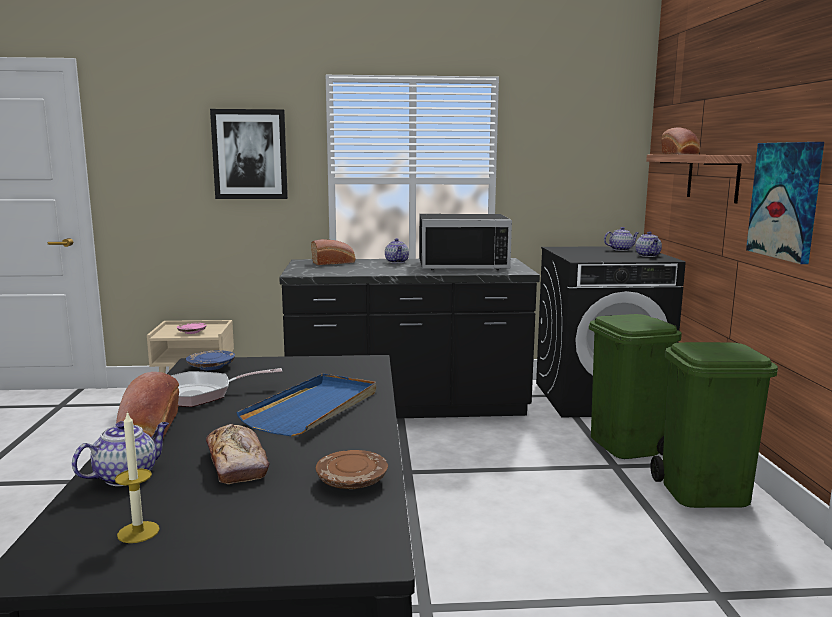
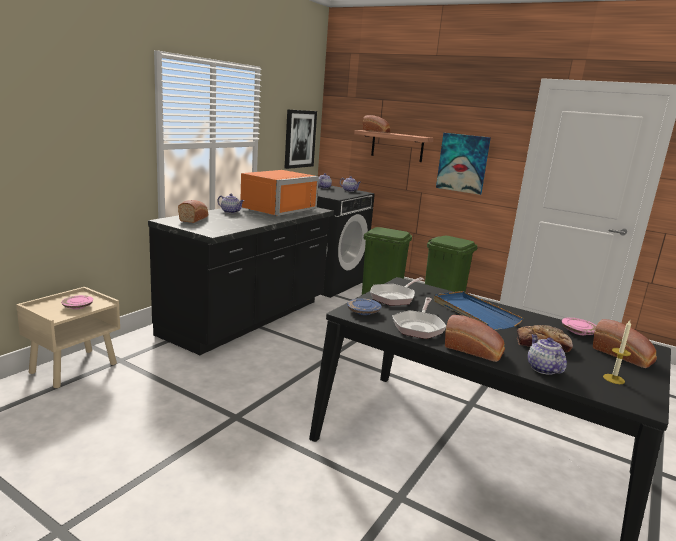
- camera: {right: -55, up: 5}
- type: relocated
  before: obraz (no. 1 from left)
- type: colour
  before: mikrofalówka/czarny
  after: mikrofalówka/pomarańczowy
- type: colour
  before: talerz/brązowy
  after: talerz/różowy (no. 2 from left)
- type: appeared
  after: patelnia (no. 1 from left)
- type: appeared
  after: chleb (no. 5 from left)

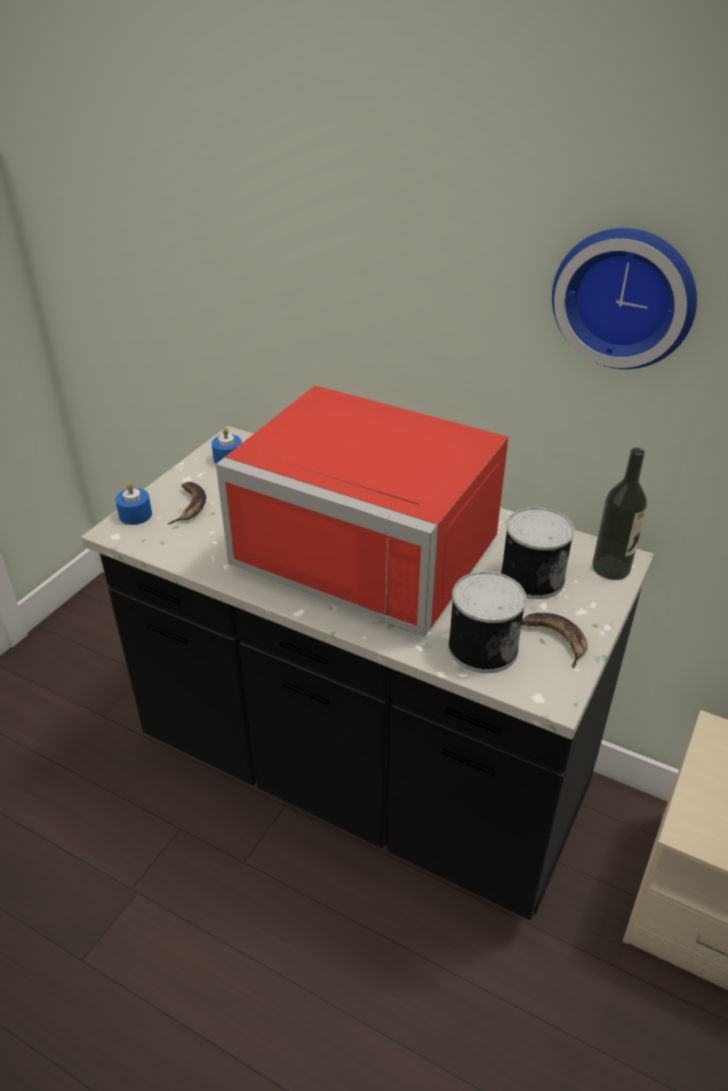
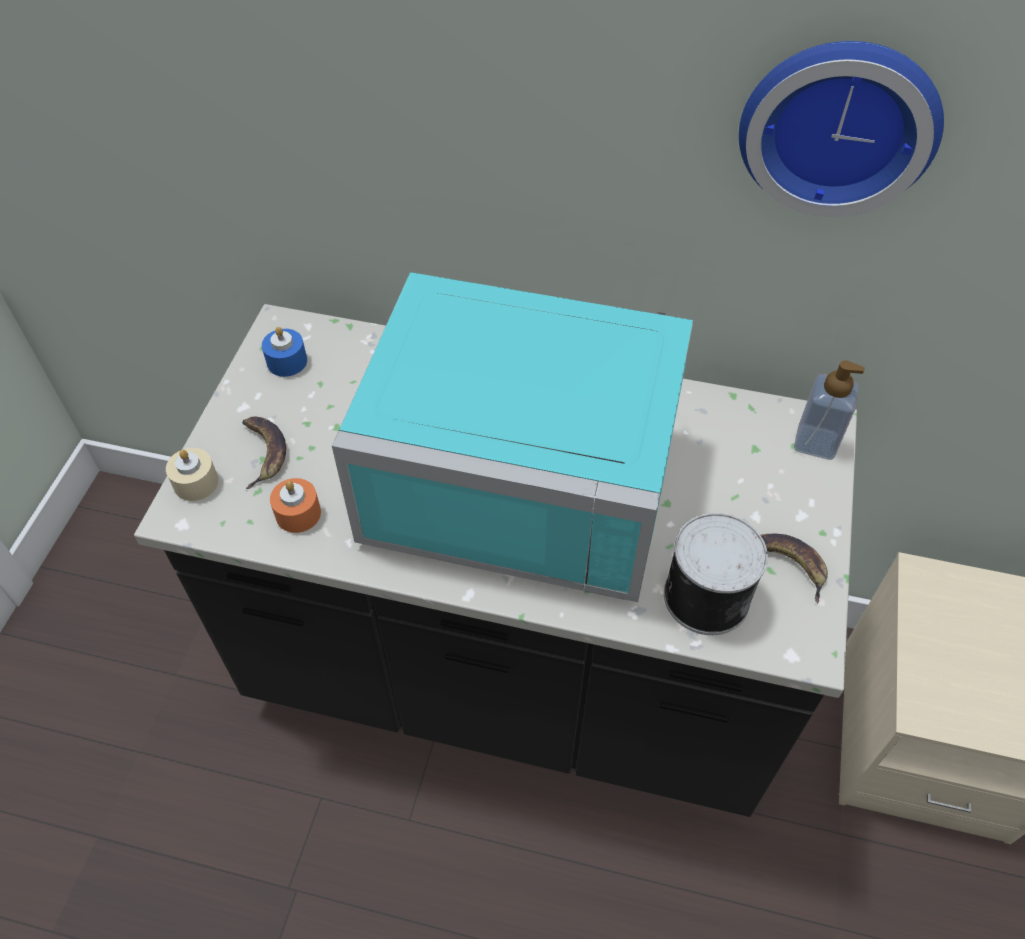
- camera: {right: -15, up: 15}
- type: colour
  before: mikrofalówka/czerwony
  after: mikrofalówka/turkusowy
- type: exchanged
  before: butelka
  after: dozownik mydła
- type: colour
  before: świeca/niebieski (no. 1 from left)
  after: świeca/beżowy
- type: missing
  before: puszka (no. 2 from left)
- type: appeared
  after: świeca/pomarańczowy

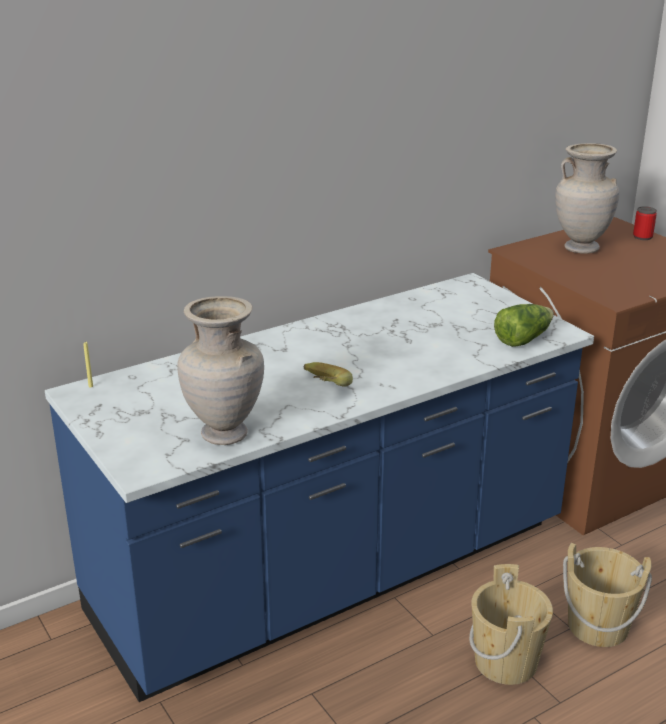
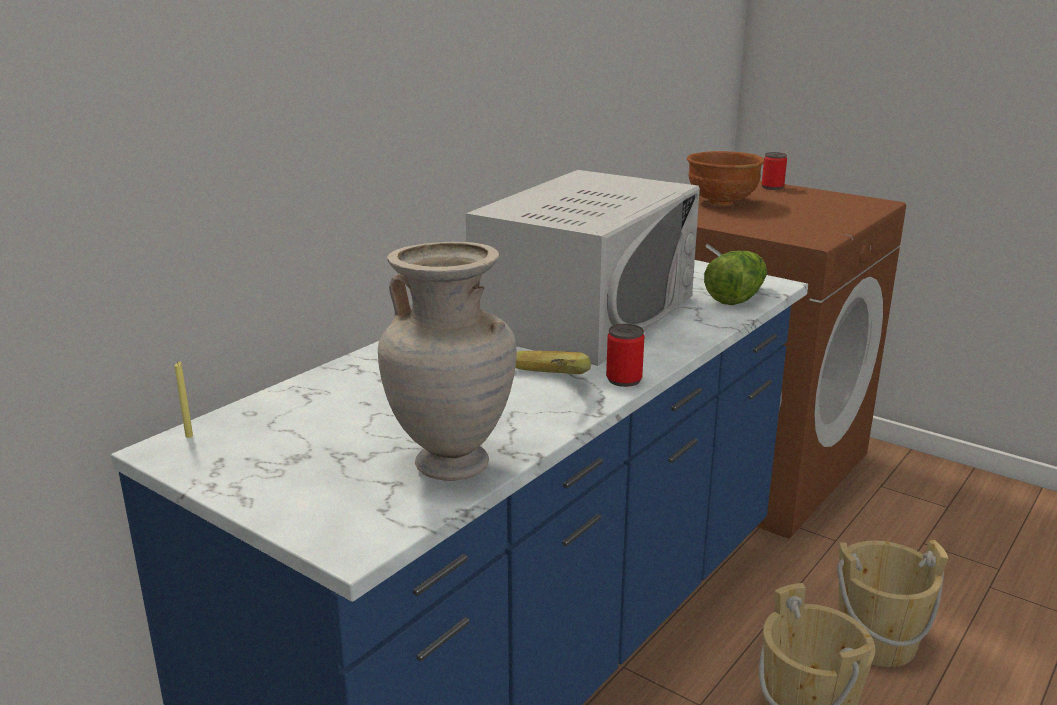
- camera: {right: -20, up: -5}
- type: exchanged
  before: wazon/beżowy (no. 2 from left)
  after: miska/brązowy
- type: appeared
  after: mikrofalówka/biały
- type: appeared
  after: puszka (no. 1 from left)

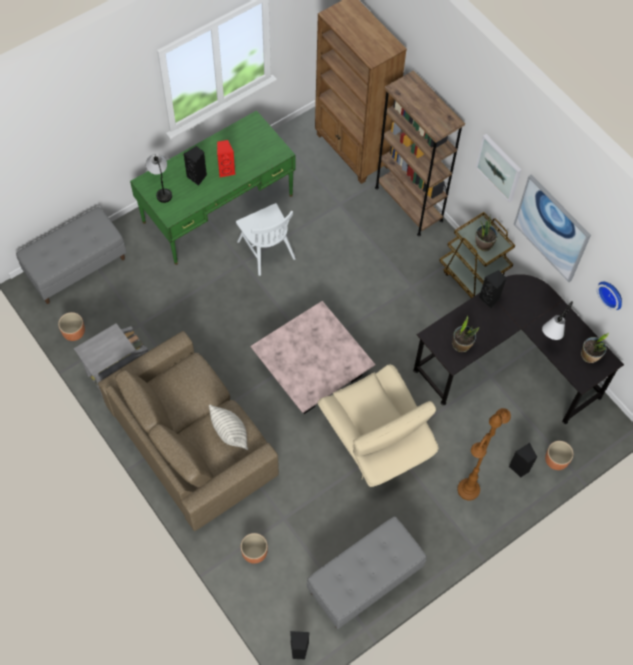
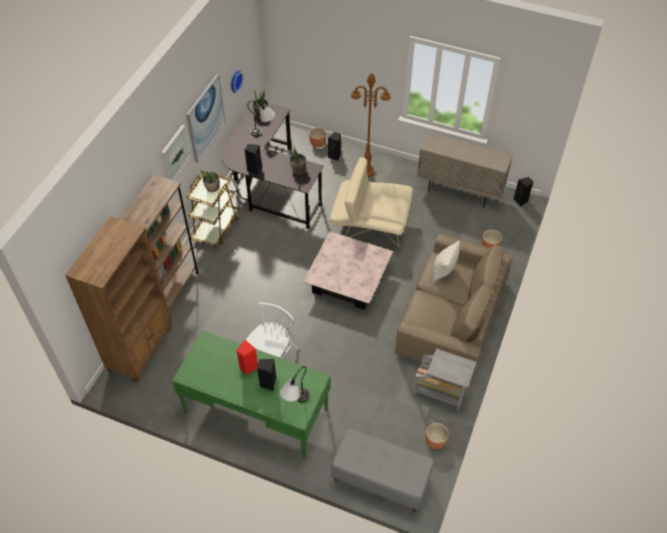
- camera: {right: -120, up: -10}
- type: spun
  before: fotel/beżowy
  turn: -105
- type: exchanged
  before: ławka/szary (no. 2 from left)
  after: szafka/beżowy

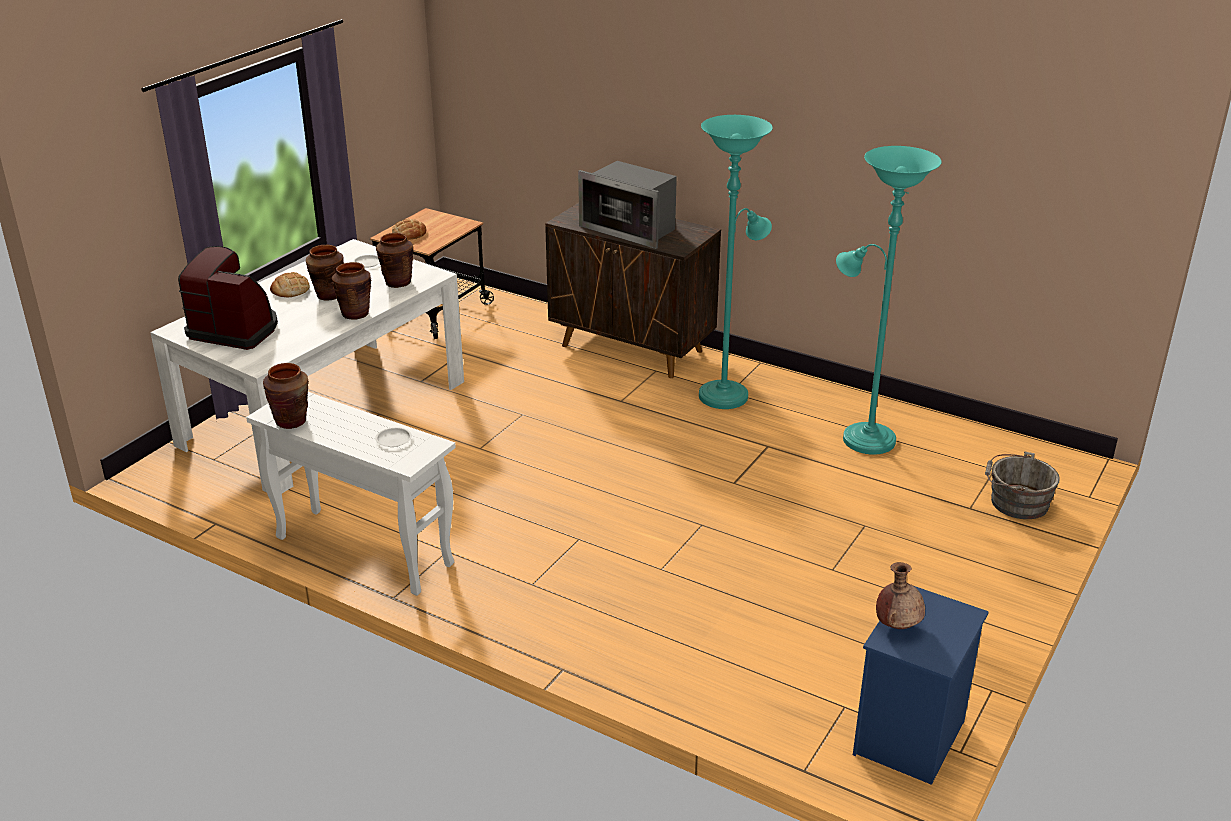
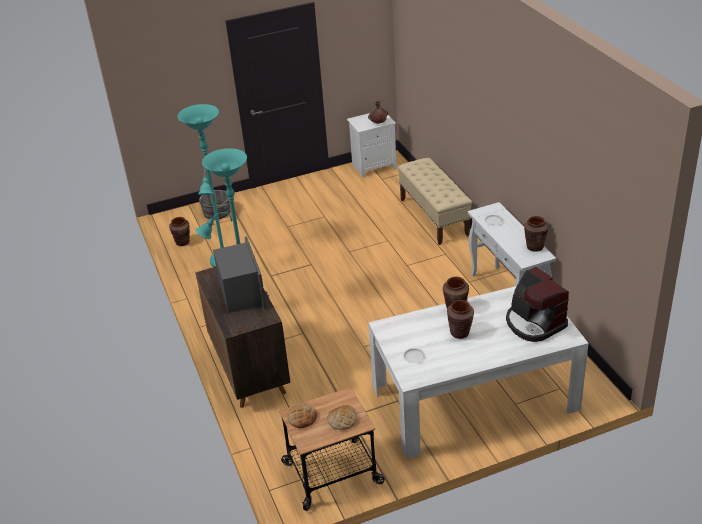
- camera: {right: -140, up: 5}
- type: relocated
  before: wazon/brązowy (no. 4 from left in the first image)
  after: wazon/brązowy (no. 1 from left)
- type: relocated
  before: chleb (no. 1 from left)
- type: colour
  before: szafka nocna/niebieski
  after: szafka nocna/biały
- type: appeared
  after: ławka/beżowy

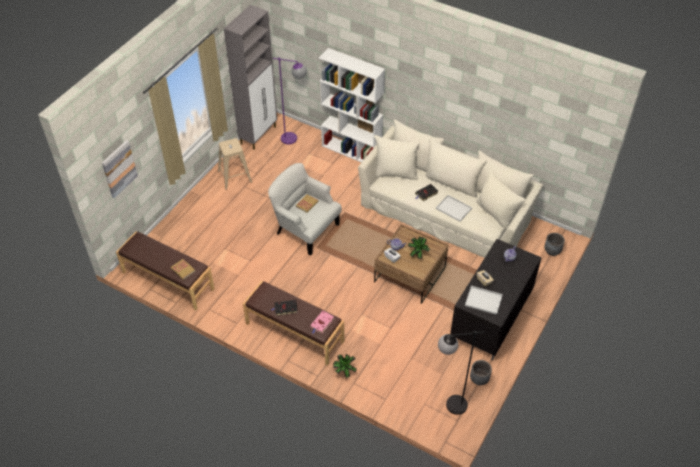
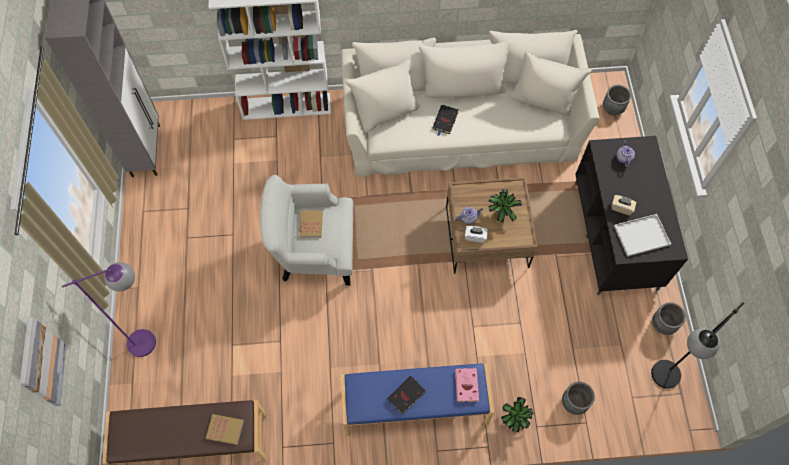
- camera: {right: -35, up: 15}
- type: relocated
  before: lampa stojąca/fioletowy
- type: missing
  before: stołek/beżowy
- type: missing
  before: taca/biały (no. 1 from left)
- type: colour
  before: ławka/brązowy (no. 2 from left)
  after: ławka/niebieski
- type: appeared
  after: donica/szary (no. 1 from left)

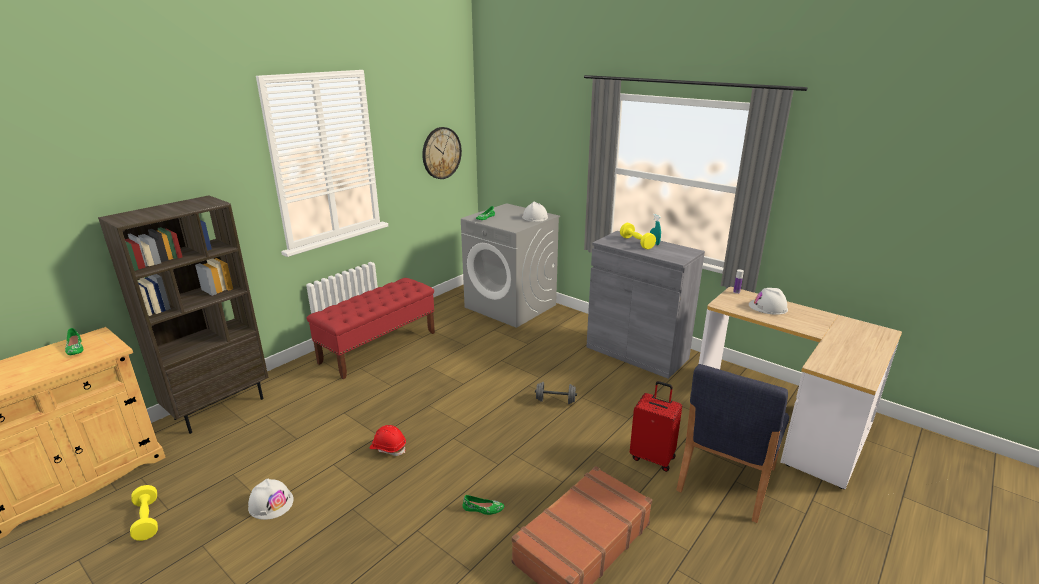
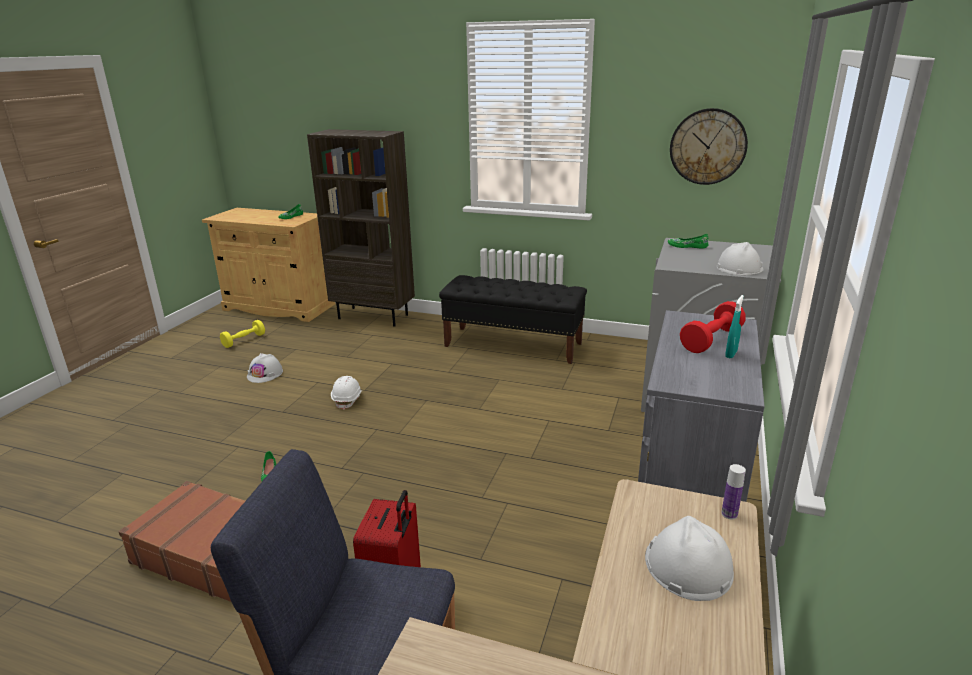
- camera: {right: 70, up: 0}
- type: colour
  before: hantel/żółty (no. 2 from left)
  after: hantel/czerwony
- type: colour
  before: ławka/czerwony
  after: ławka/czarny
- type: missing
  before: hantel/szary
- type: colour
  before: kask/czerwony
  after: kask/biały (no. 2 from left)

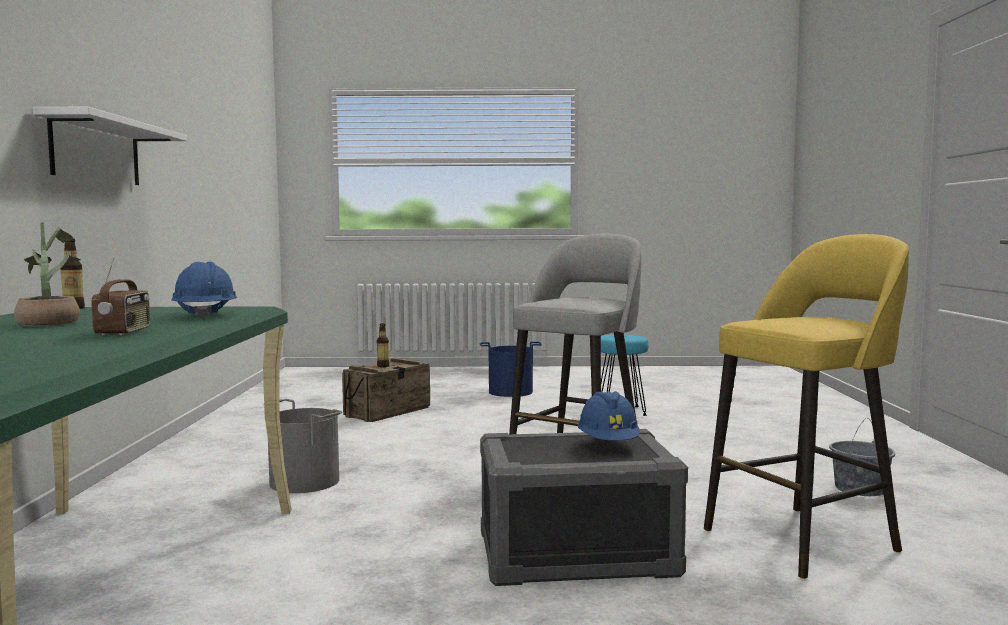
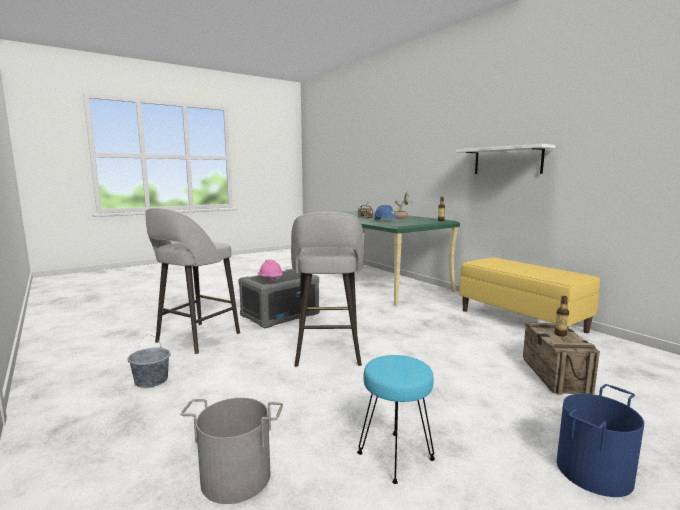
- camera: {right: 145, up: 5}
- type: colour
  before: stołek/żółty
  after: stołek/szary (no. 1 from left)
- type: colour
  before: kask/niebieski (no. 2 from left)
  after: kask/różowy
- type: relocated
  before: wiadro/szary (no. 1 from left in the first image)
  after: wiadro/szary (no. 2 from left)
- type: appeared
  after: ławka/żółty

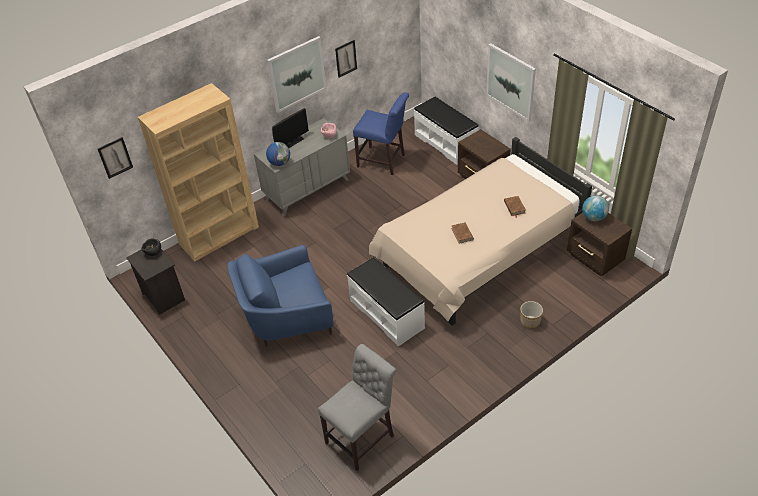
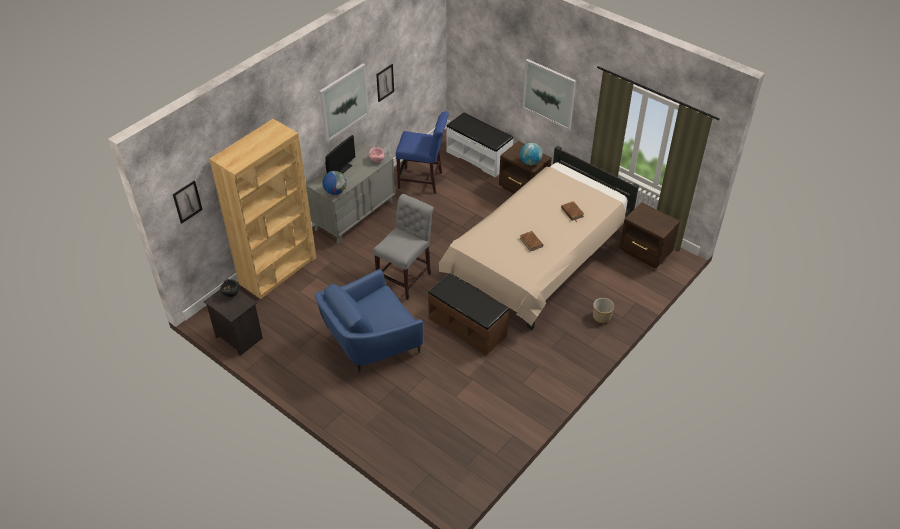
- camera: {right: -15, up: 0}
- type: relocated
  before: globus (no. 2 from left)
- type: colour
  before: ławka/biały (no. 1 from left)
  after: ławka/brązowy
- type: relocated
  before: krzesło/szary

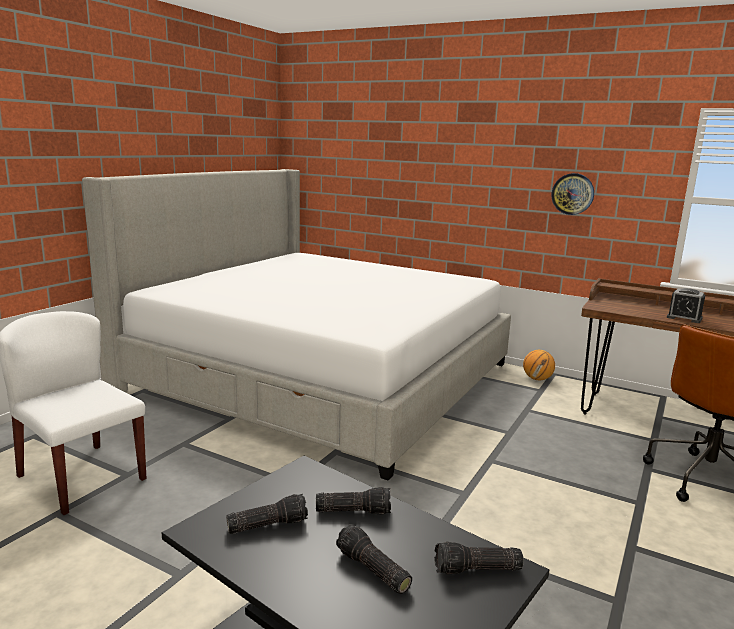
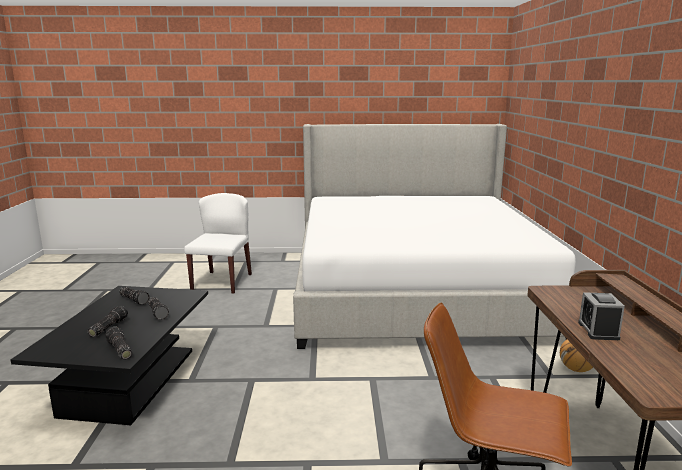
- camera: {right: 60, up: 0}
- type: missing
  before: zegar ścienny

